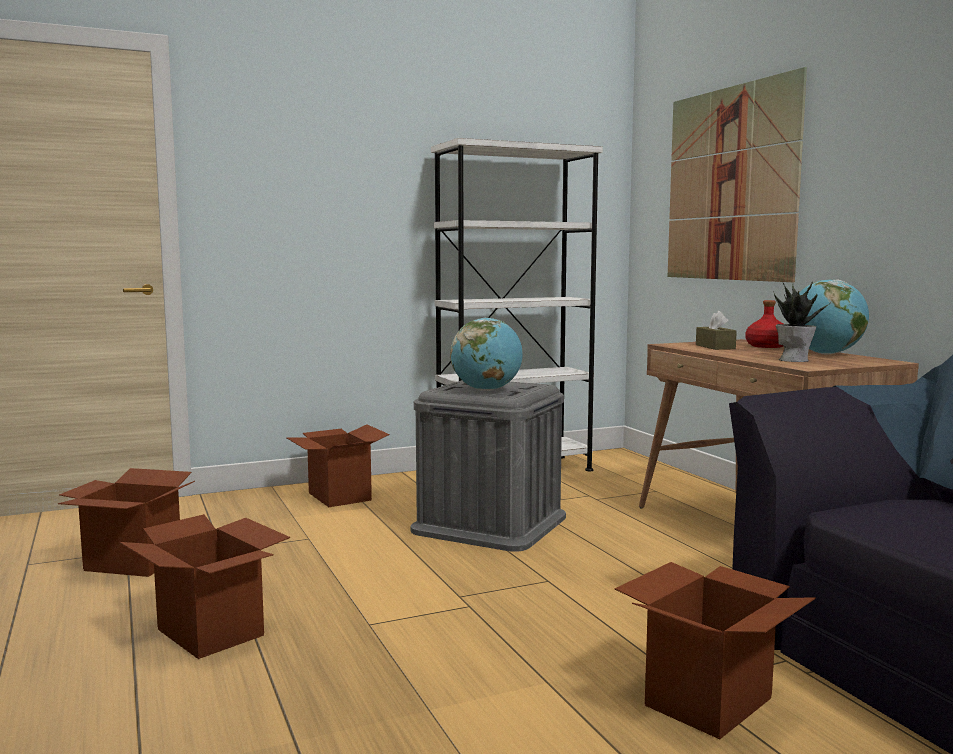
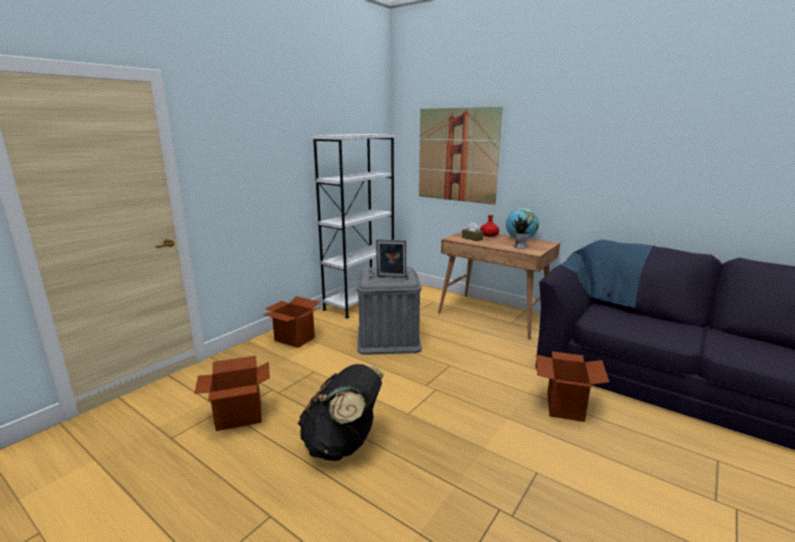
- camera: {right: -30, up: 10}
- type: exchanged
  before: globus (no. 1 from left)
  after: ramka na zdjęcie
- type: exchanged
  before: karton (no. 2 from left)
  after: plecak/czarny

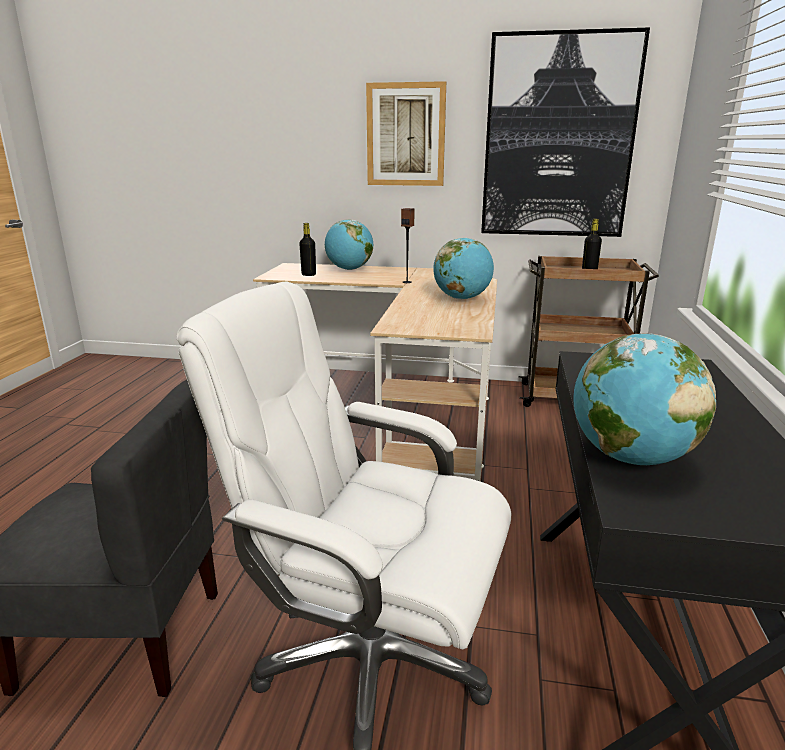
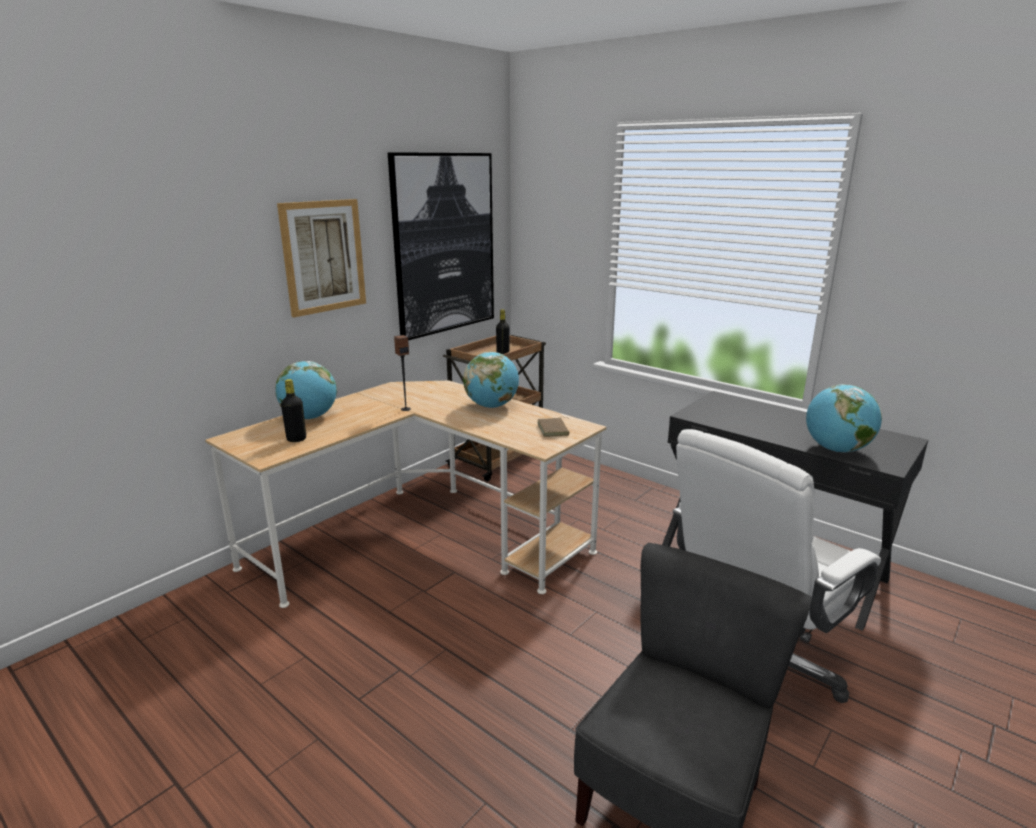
- camera: {right: -60, up: 0}
- type: appeared
  after: książka/brązowy

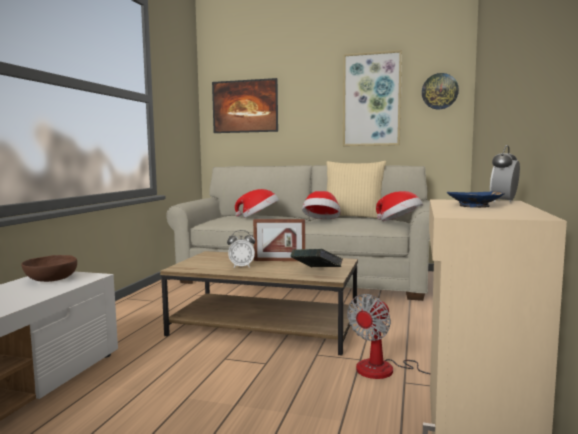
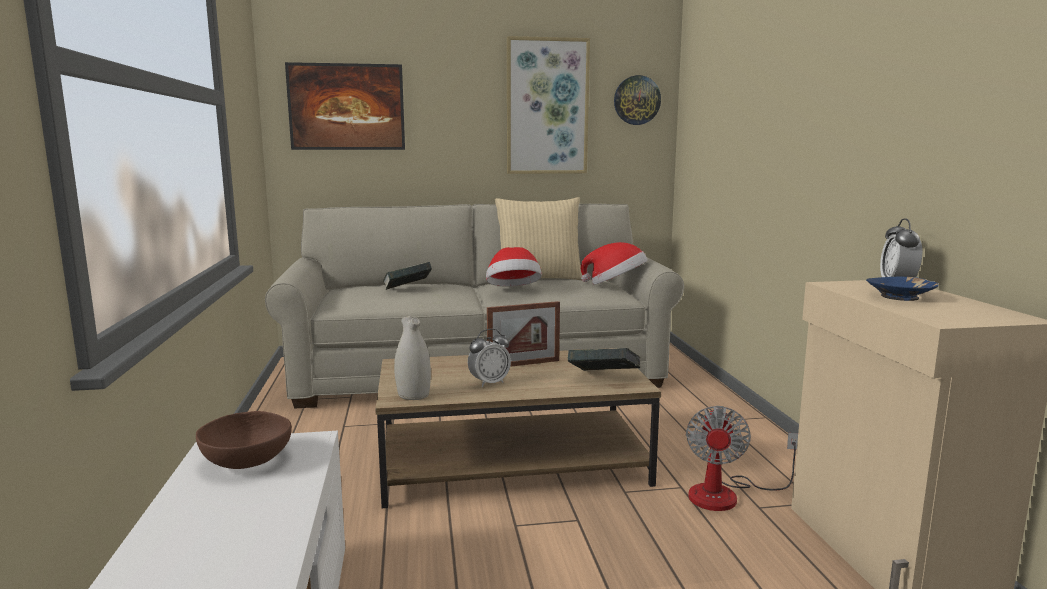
- camera: {right: -25, up: 5}
- type: exchanged
  before: kapelusz (no. 1 from left)
  after: książka (no. 1 from left)
- type: appeared
  after: wazon/biały

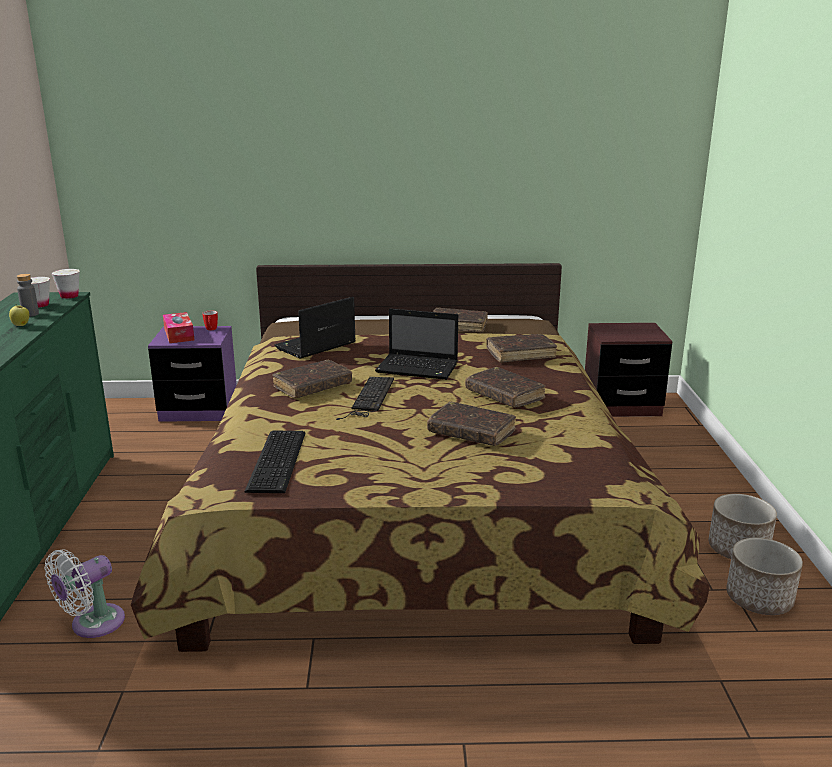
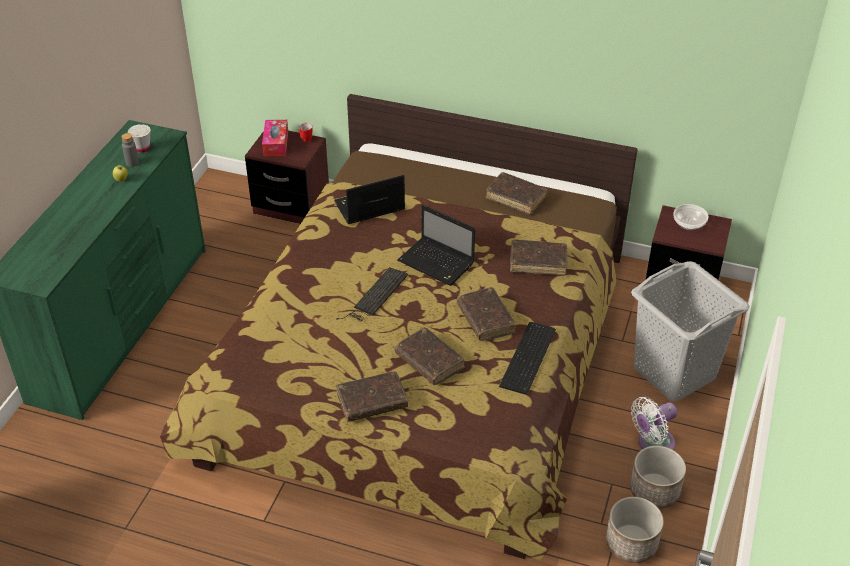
- camera: {right: 20, up: 20}
- type: missing
  before: filiżanka/biały (no. 2 from left)
- type: colour
  before: szafka nocna/fioletowy
  after: szafka nocna/brązowy (no. 1 from left)
- type: relocated
  before: książka/brązowy (no. 1 from left)
- type: relocated
  before: klawiatura (no. 1 from left in the first image)
  after: klawiatura (no. 2 from left)
- type: relocated
  before: wentylator/biały
- type: appeared
  after: miska
- type: appeared
  after: kosz na pranie/szary

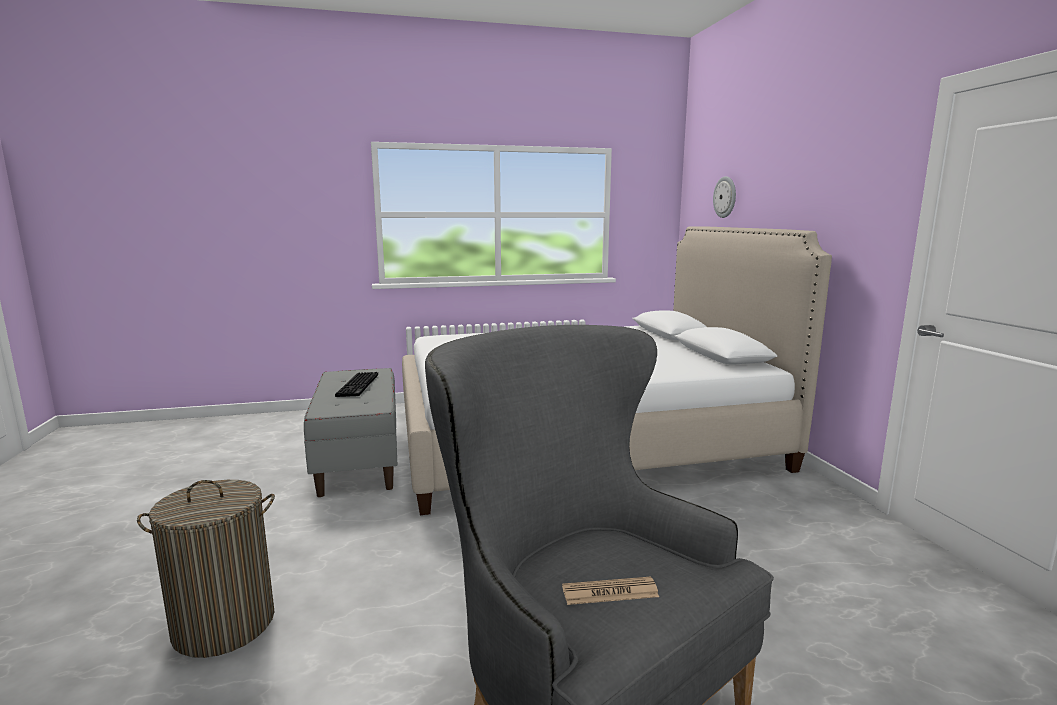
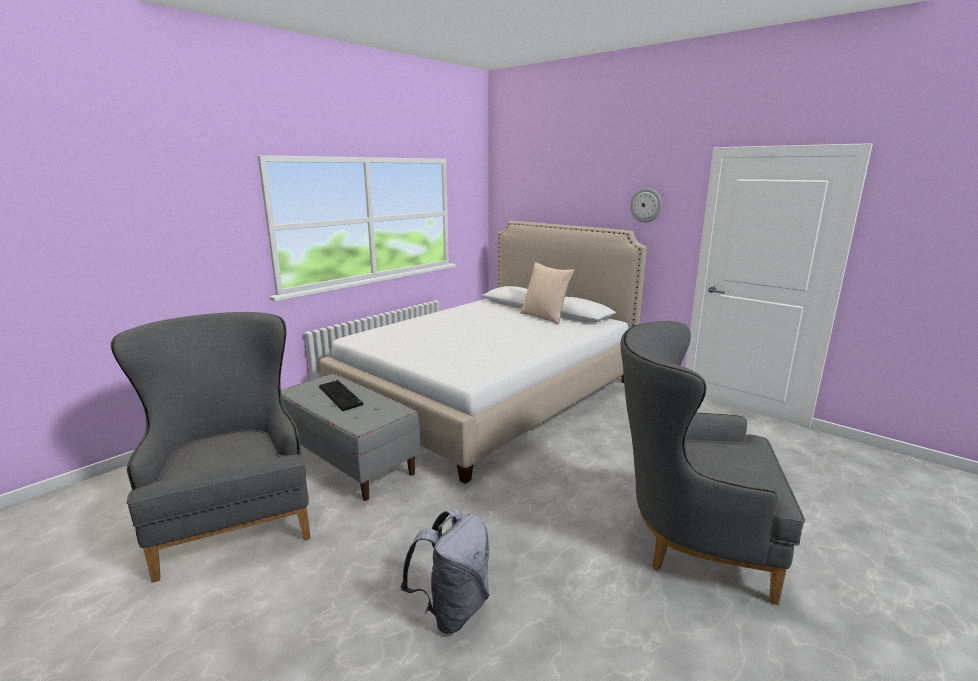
- camera: {right: -35, up: 5}
- type: relocated
  before: zegar ścienny
- type: exchanged
  before: kosz na pranie
  after: plecak/szary
- type: missing
  before: gazeta
- type: appeared
  after: poduszka/beżowy
- type: appeared
  after: fotel/szary (no. 1 from left)

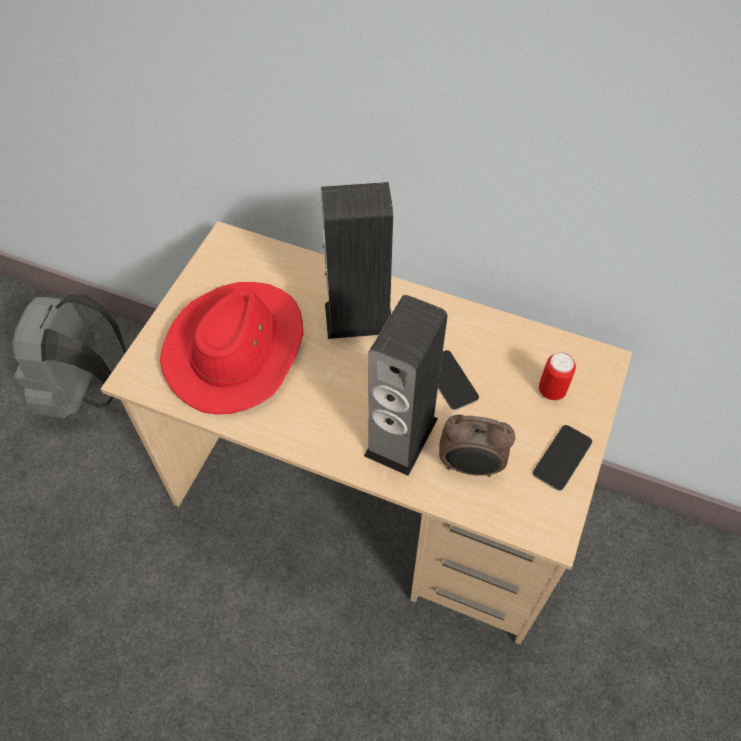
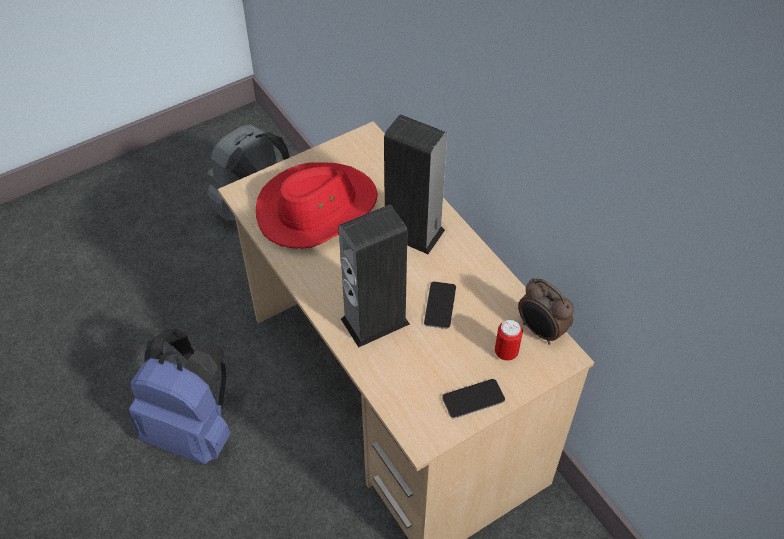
- camera: {right: 35, up: -5}
- type: relocated
  before: budzik
- type: appeared
  after: plecak/niebieski

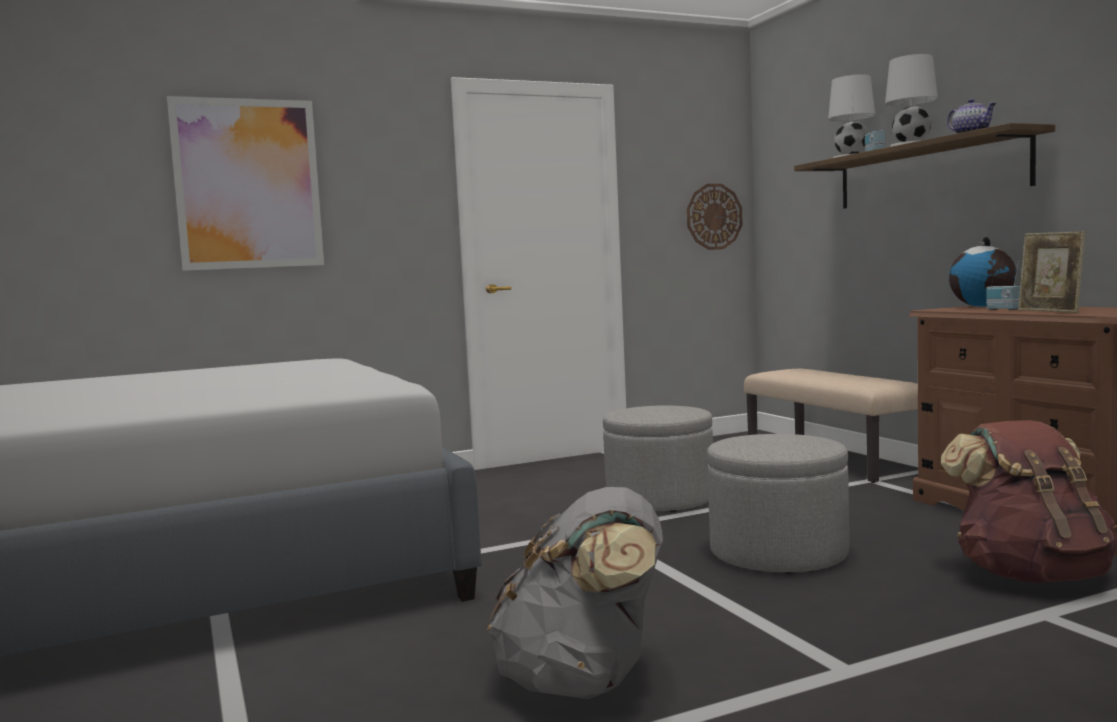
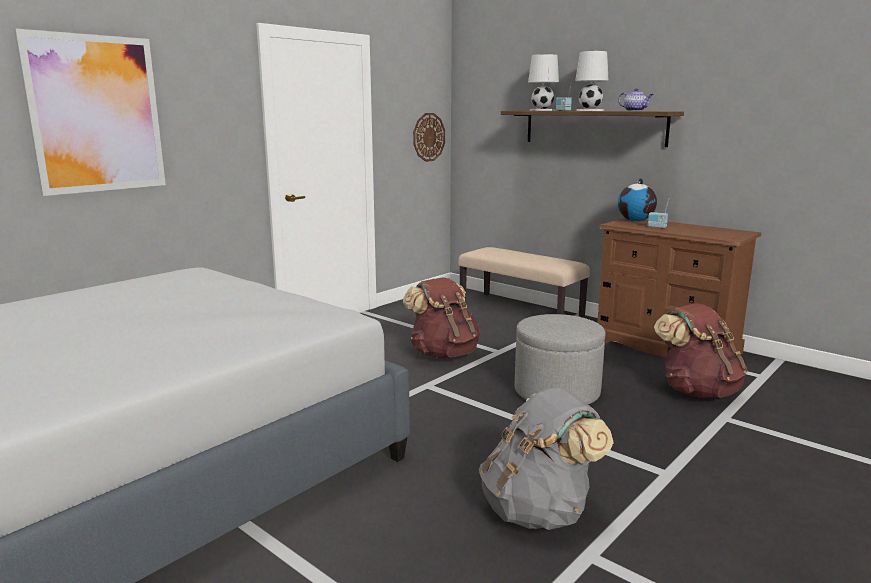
- camera: {right: -25, up: 10}
- type: missing
  before: ramka na zdjęcie
- type: exchanged
  before: pufa/szary (no. 1 from left)
  after: plecak/brązowy (no. 1 from left)

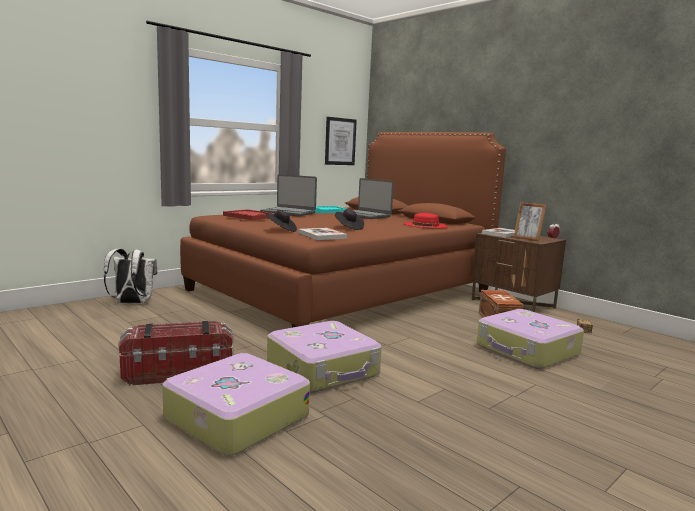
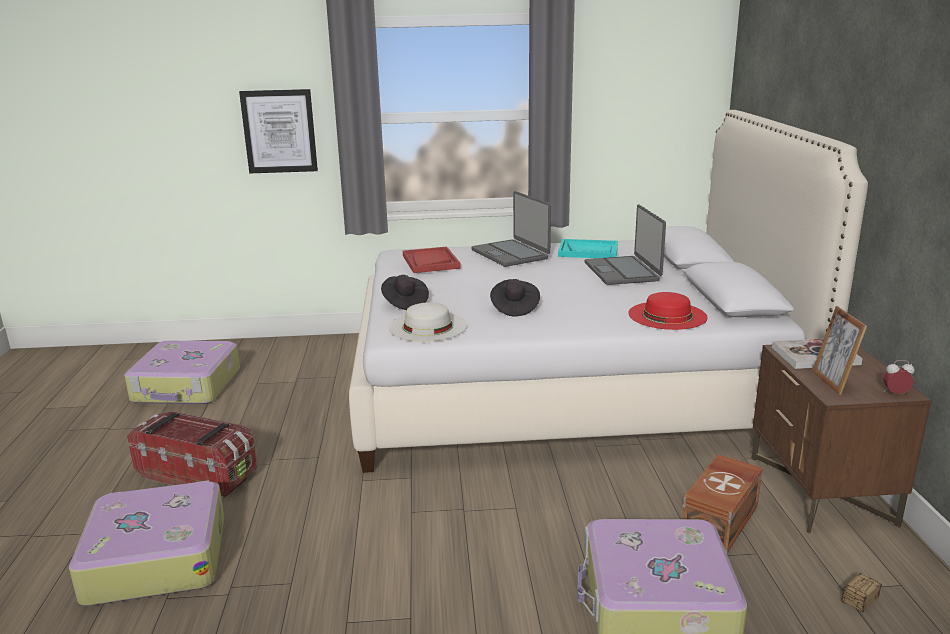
- camera: {right: 40, up: 10}
- type: relocated
  before: obraz
- type: colour
  before: łóżko/brązowy
  after: łóżko/biały
- type: exchanged
  before: książka (no. 1 from left)
  after: kapelusz/biały
- type: missing
  before: plecak/biały
- type: relocated
  before: walizka (no. 2 from left)

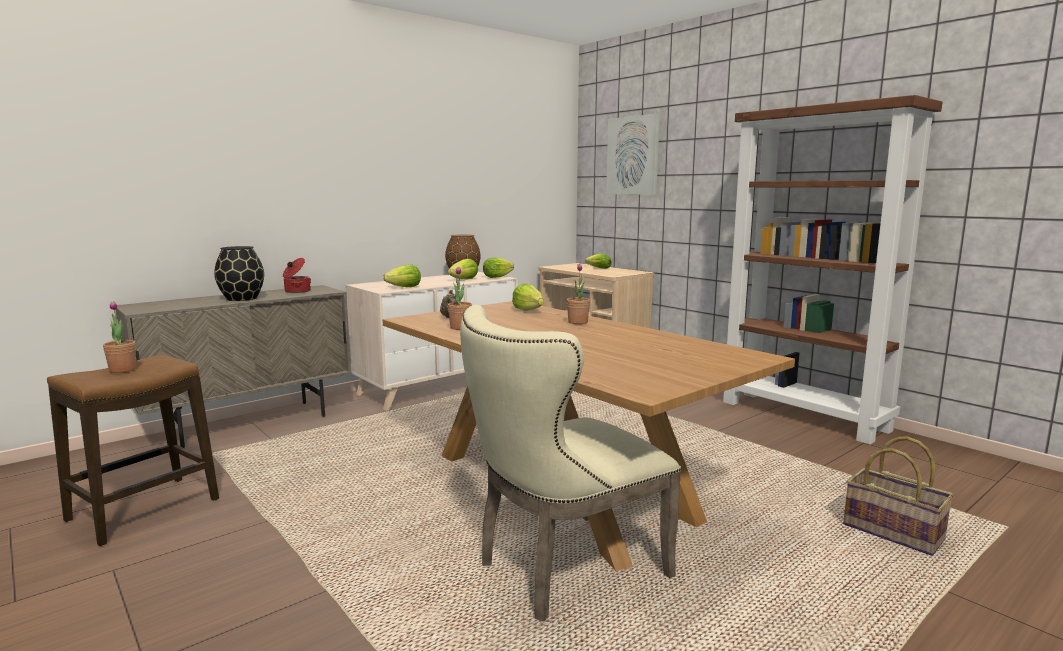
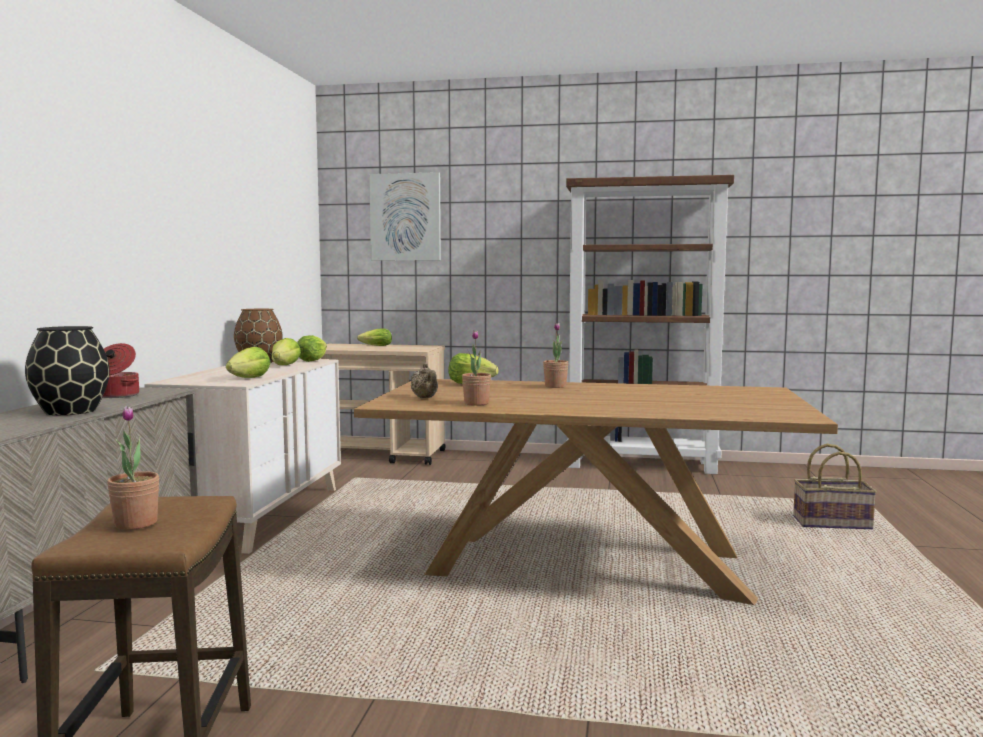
- camera: {right: -40, up: -5}
- type: missing
  before: krzesło/beżowy

